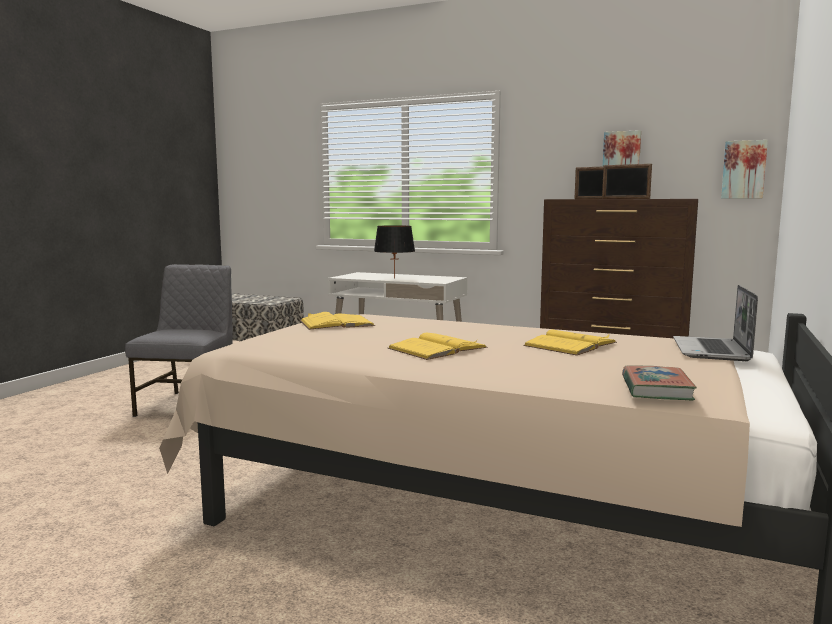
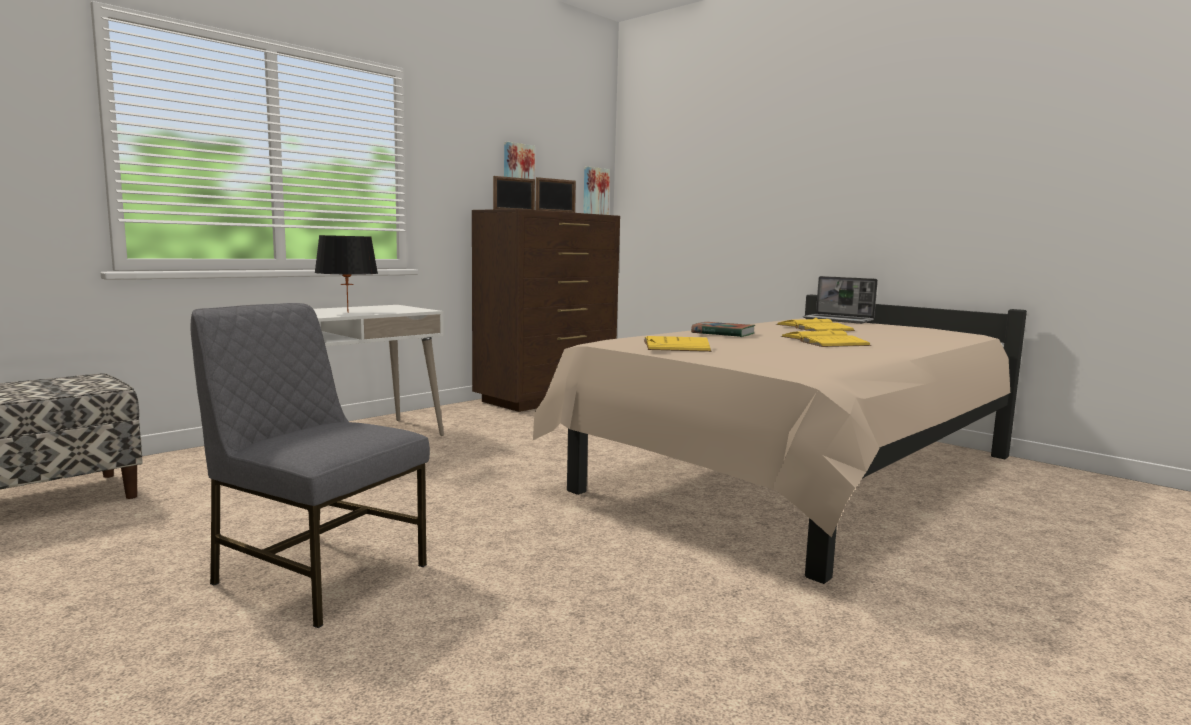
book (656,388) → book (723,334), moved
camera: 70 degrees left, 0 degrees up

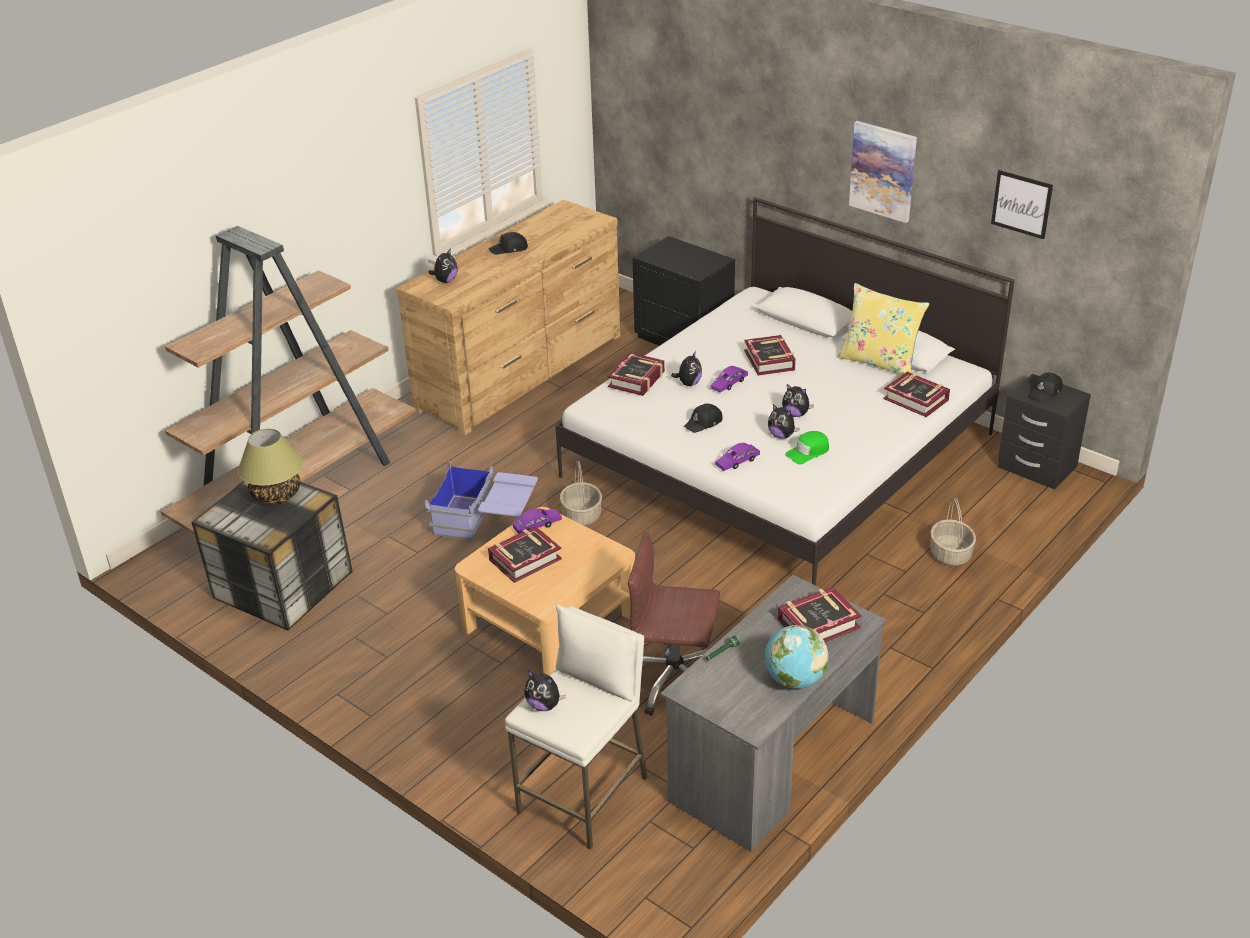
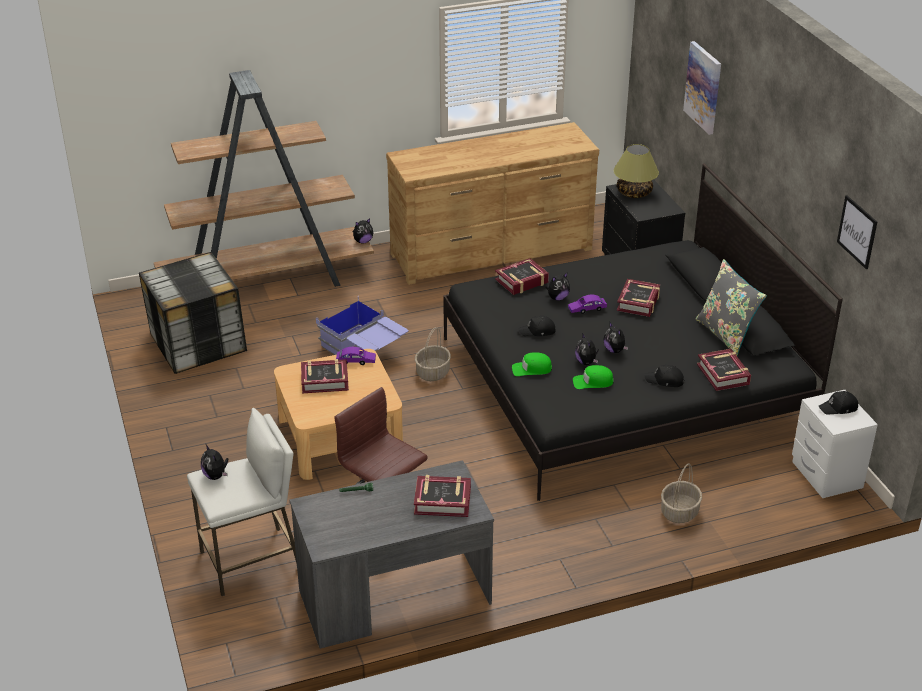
table lamp (276,494) → table lamp (634,193), moved
plush toy (445,281) → plush toy (363,241), moved
black cap (509,249) → black cap (664,380), moved
white bed (779,455) → black bed (622,384)
purple toy car (737,462) → green cap (531,369)
globe (794,680) → -
yellow pillow (879,362) → grey pillow (726,334)
picture (883,171) → picture (703,87), moved
black nightstand (1037,467) → white nightstand (826,475)
camera: 30 degrees right, 0 degrees up

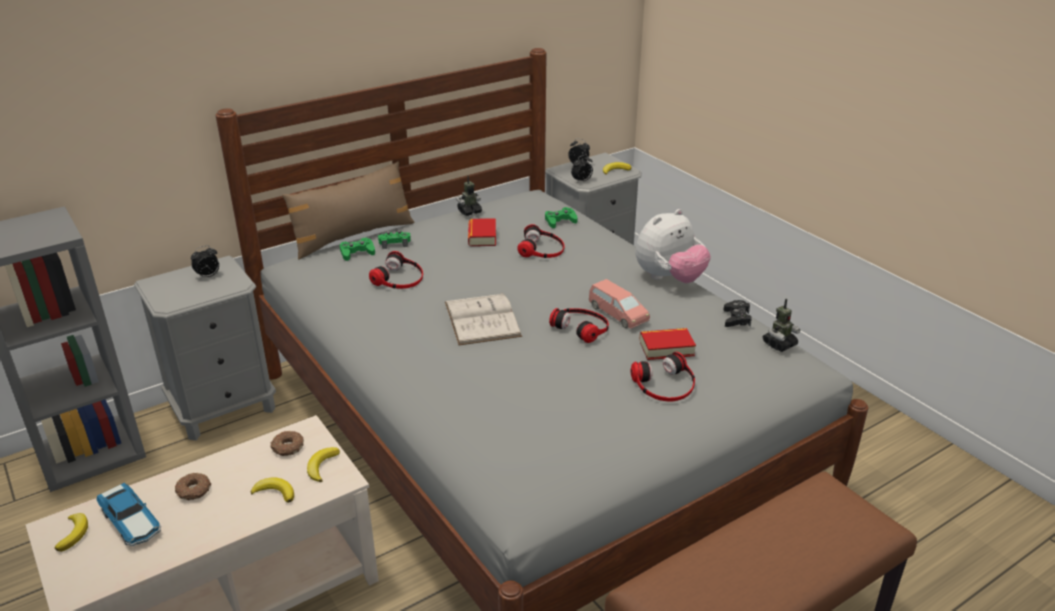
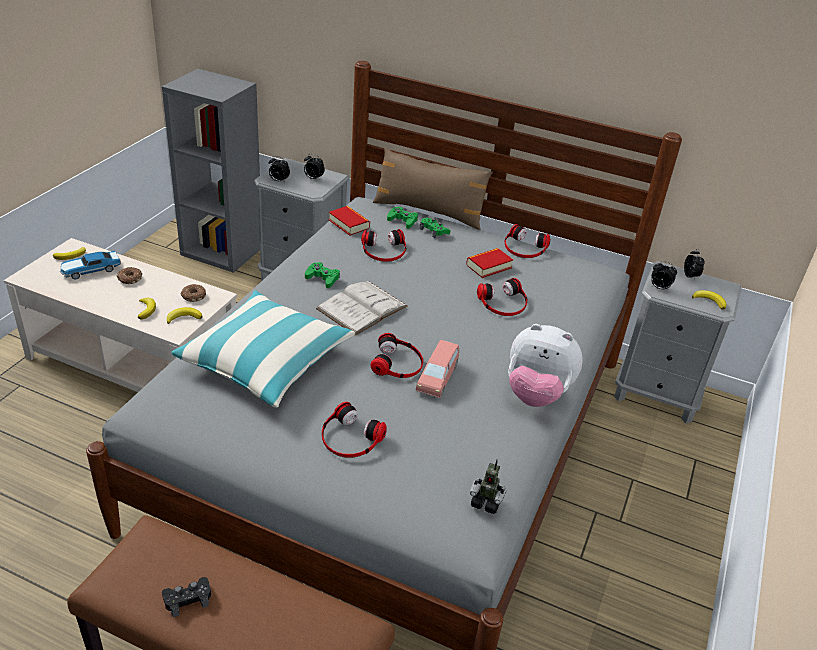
toy car (131,522) → toy car (90,270), 45 degrees clockwise
toy robot (469,212) → headphones (524,247)
green game controller (560,221) → green game controller (322,278), moved
book (666,348) → book (349,224), moved
black game controller (736,319) → black game controller (188,599), moved
- → pillow (265,361)
- → alarm clock (278,181)
camera: 55 degrees right, 5 degrees up

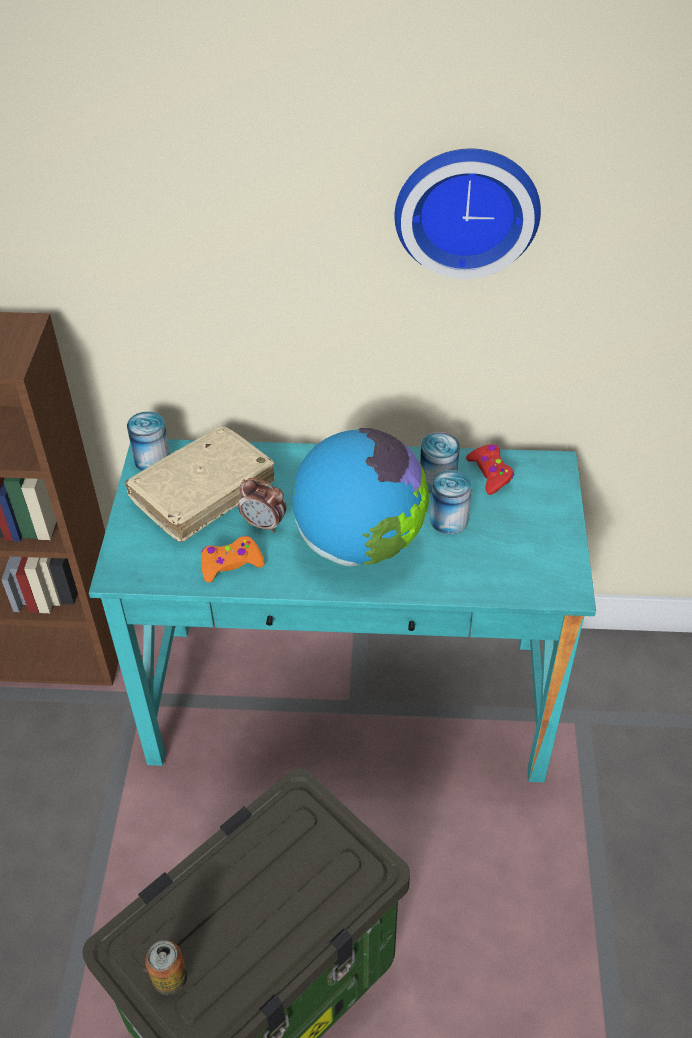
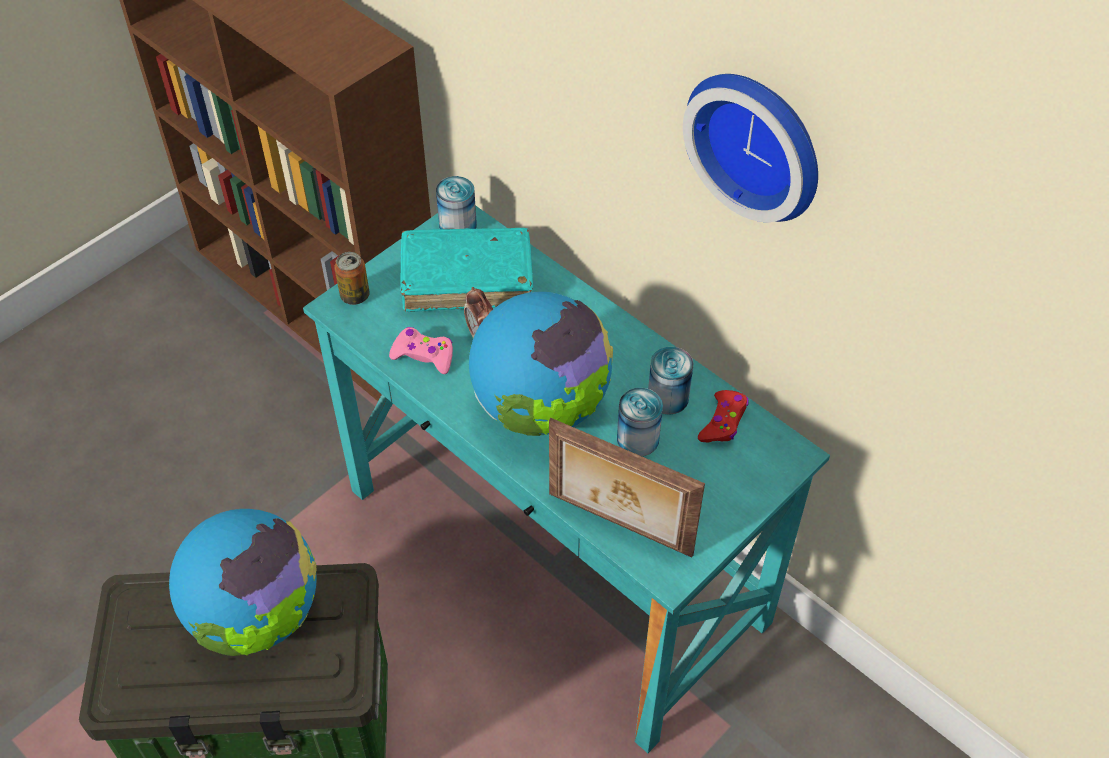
beige book (203,491) → turquoise book (467,278)
can (170,978) → can (355,296), moved
orange game controller (230,564) → pink game controller (424,355)
- → globe (257,616)
- → picture frame (618,526)
camera: 40 degrees right, 5 degrees up

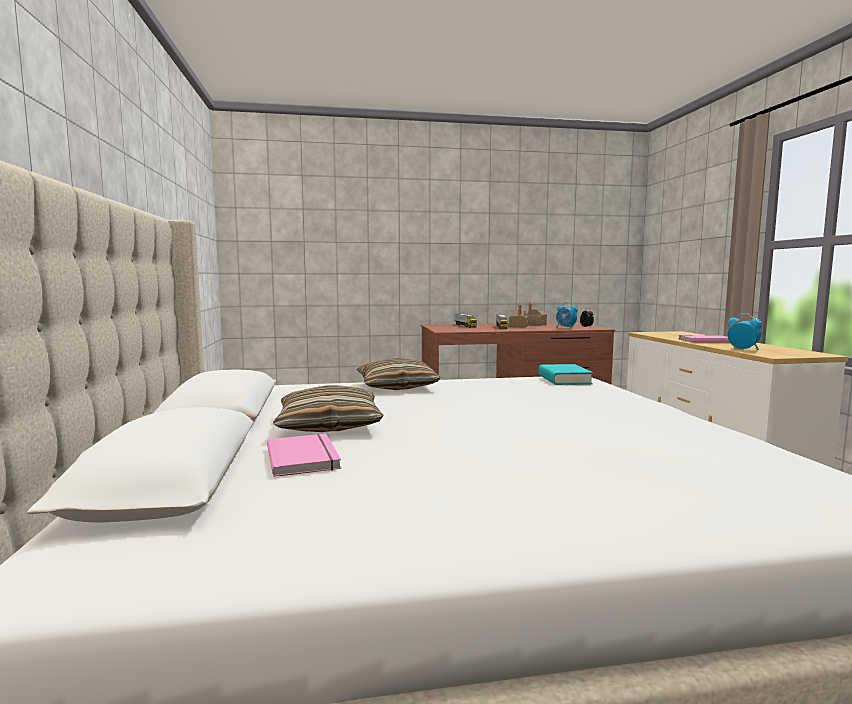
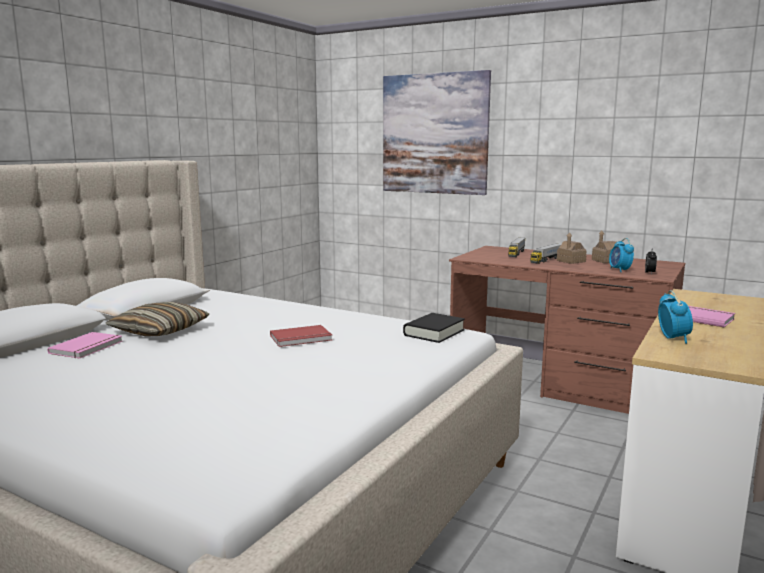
pillow (397,386) → -
turquoise book (564,379) → black book (434,332)
- → red book (301,338)
- → picture (434,134)
camera: 40 degrees right, 5 degrees up

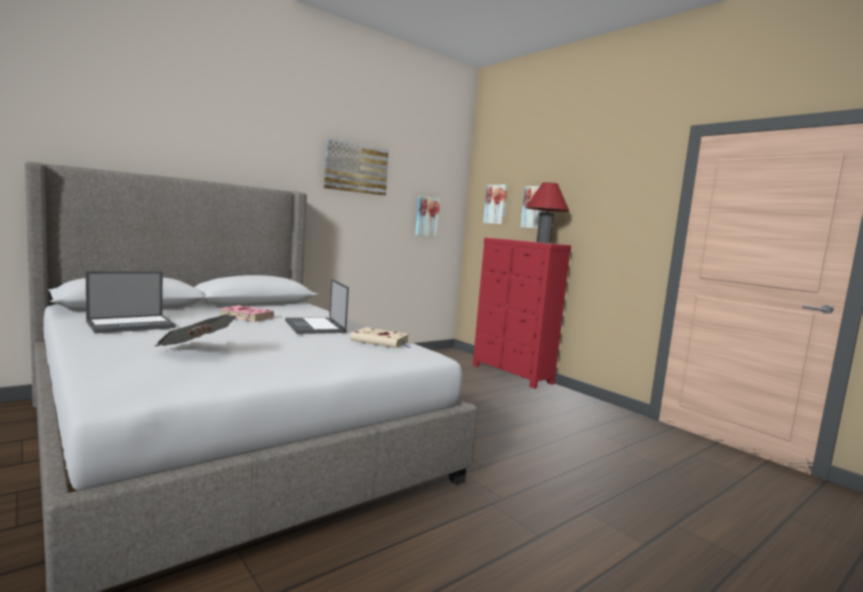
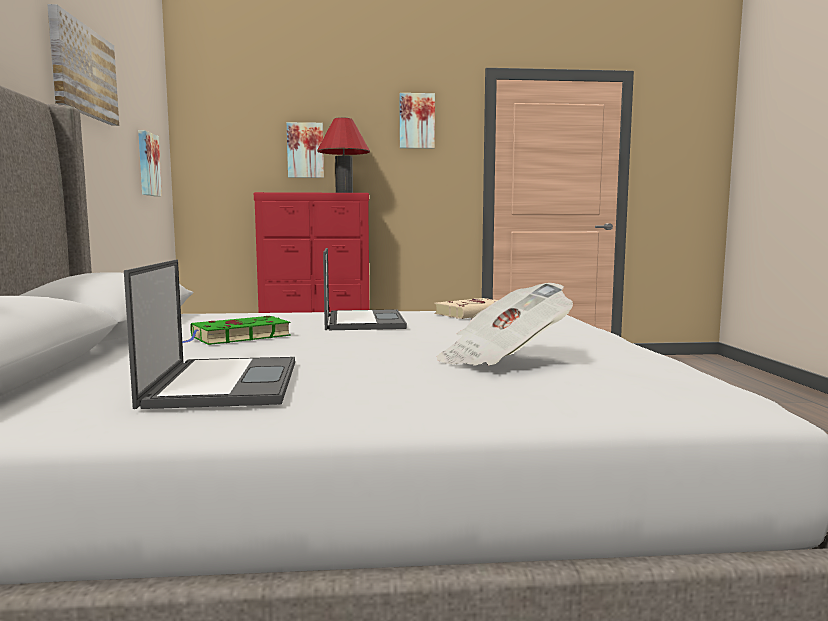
pink book (245,316) → green book (238,337)
laptop (315,326) → laptop (363,321), 105 degrees counterclockwise
picture (496,204) → picture (416,121), moved
camera: 55 degrees left, 0 degrees up

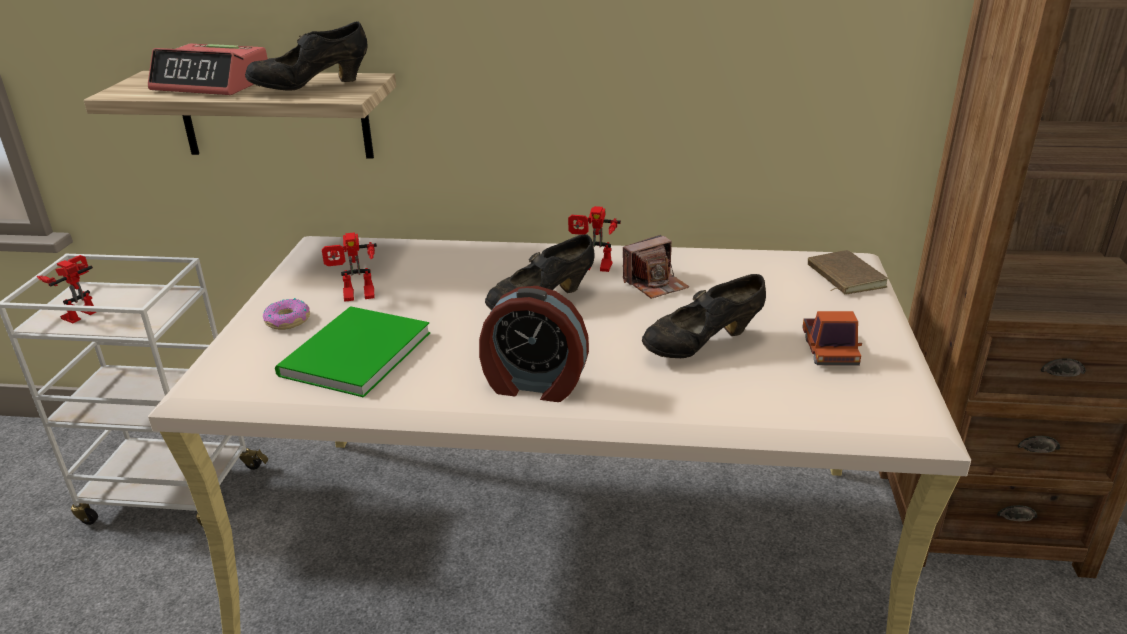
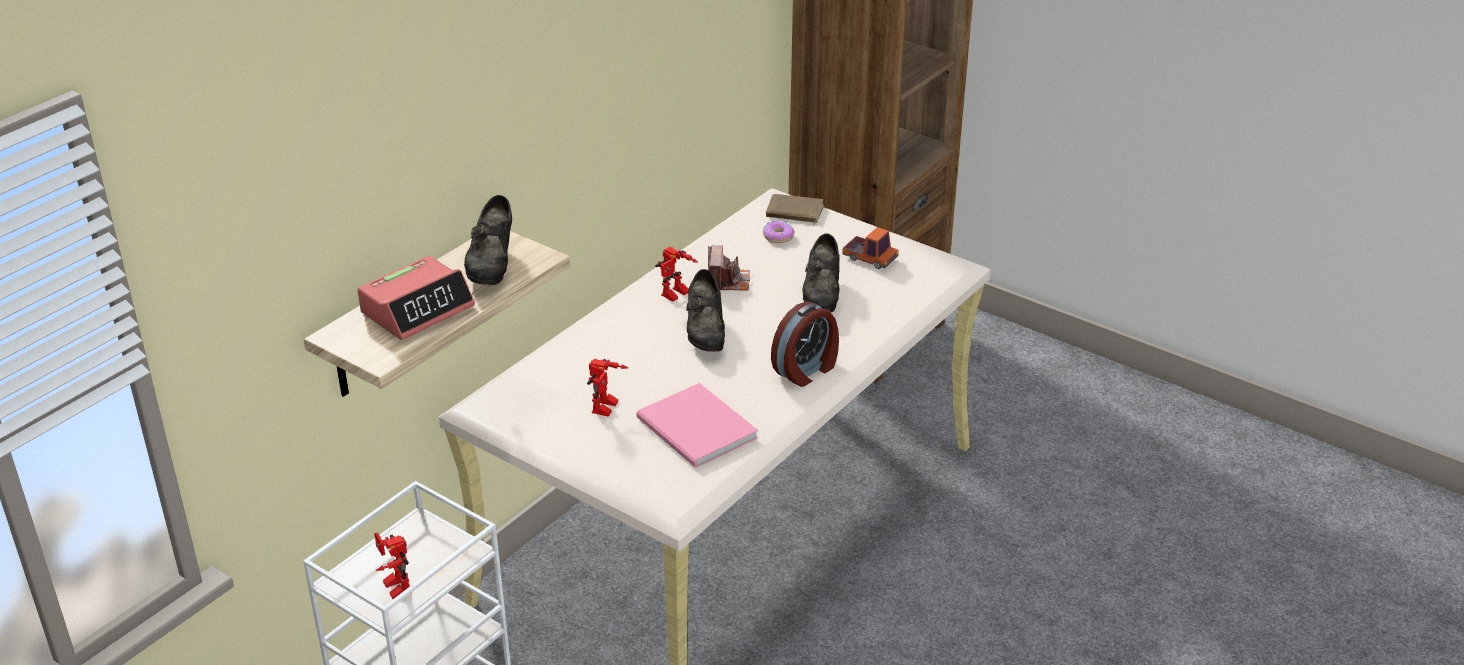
donut (287,321) → donut (778,236), moved
green book (351,355) → pink book (696,431)
camera: 60 degrees left, 5 degrees up

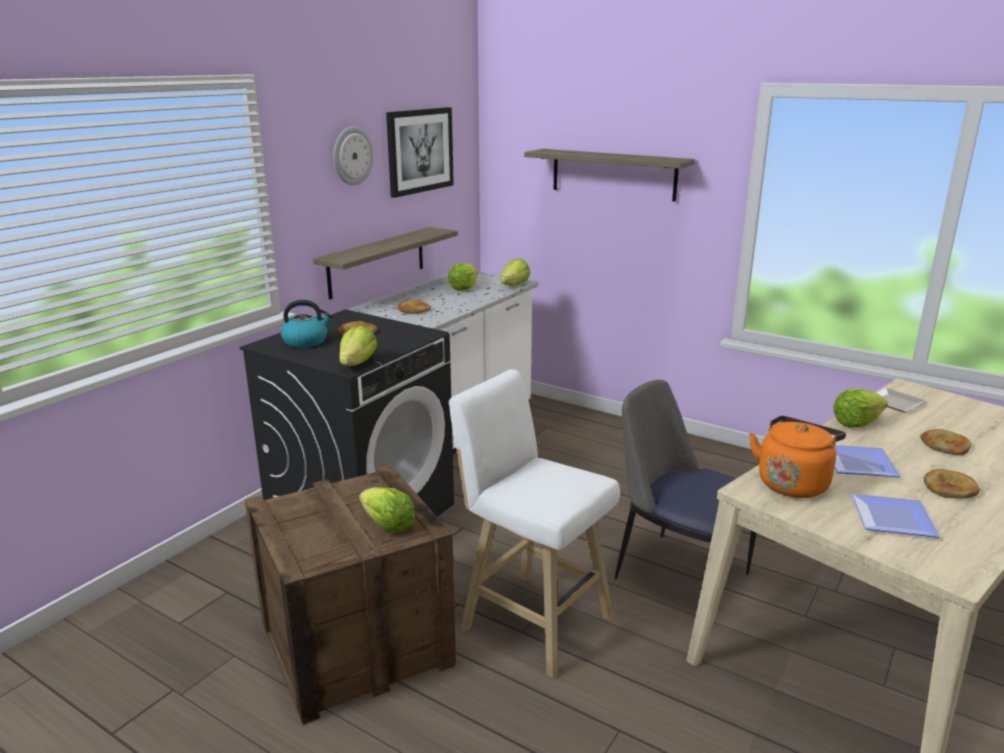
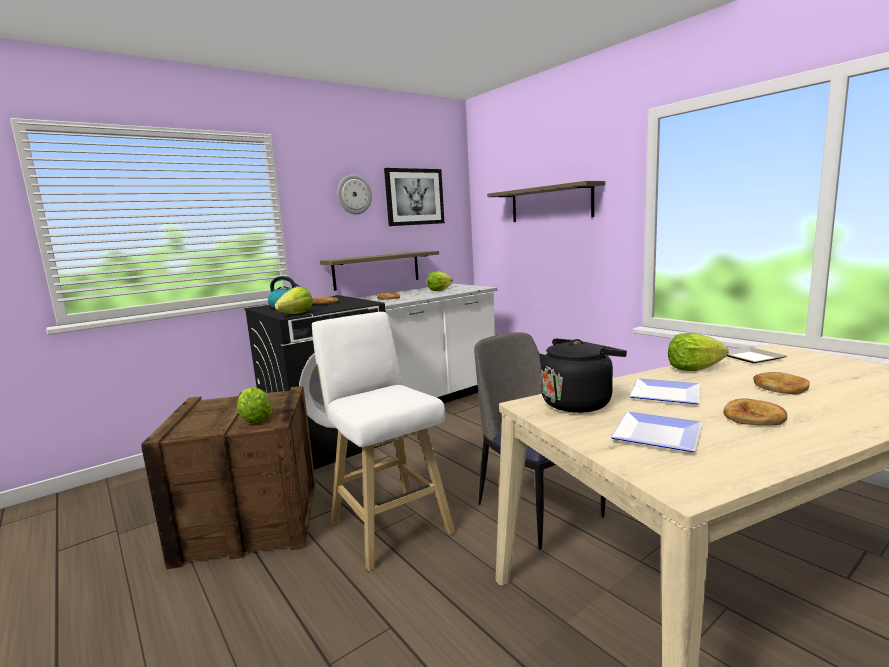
lettuce (514,285) → -
orange kettle (793,483) → black kettle (579,403)
camera: 20 degrees right, 10 degrees down

